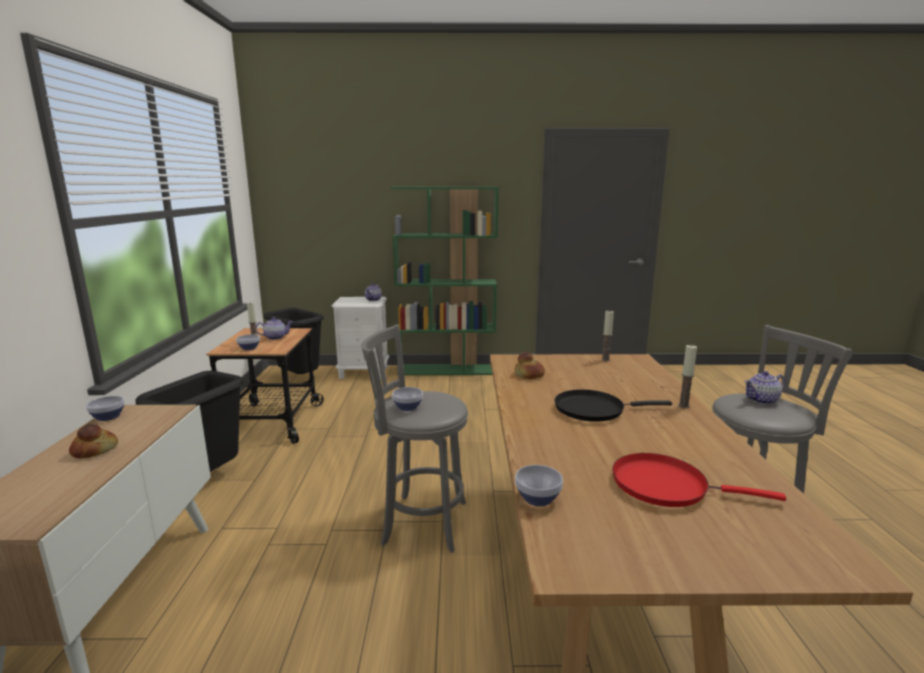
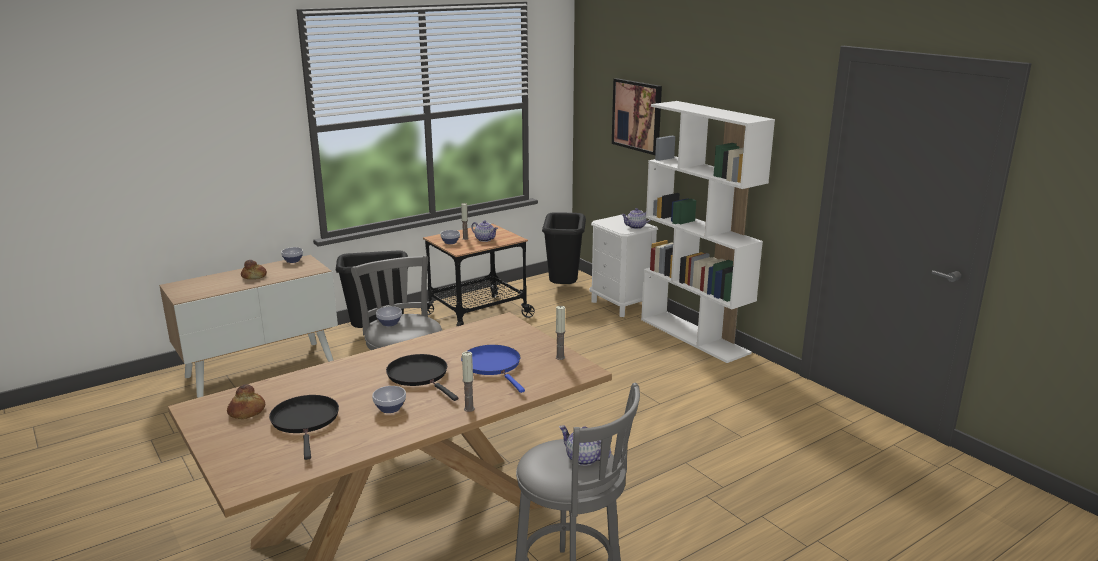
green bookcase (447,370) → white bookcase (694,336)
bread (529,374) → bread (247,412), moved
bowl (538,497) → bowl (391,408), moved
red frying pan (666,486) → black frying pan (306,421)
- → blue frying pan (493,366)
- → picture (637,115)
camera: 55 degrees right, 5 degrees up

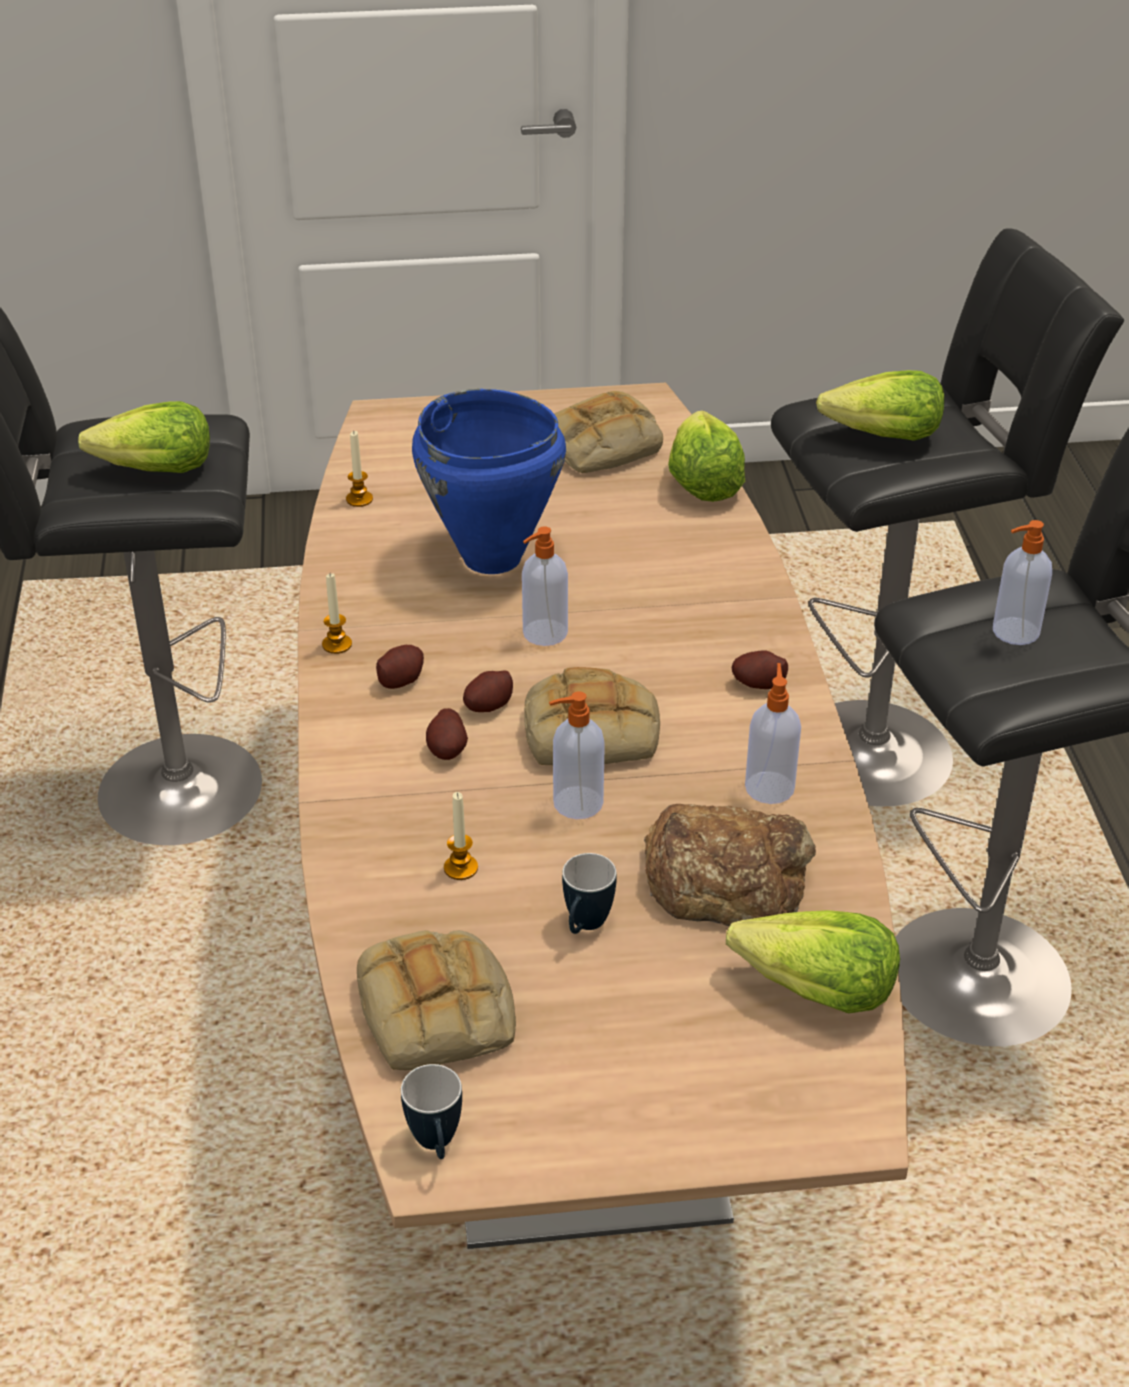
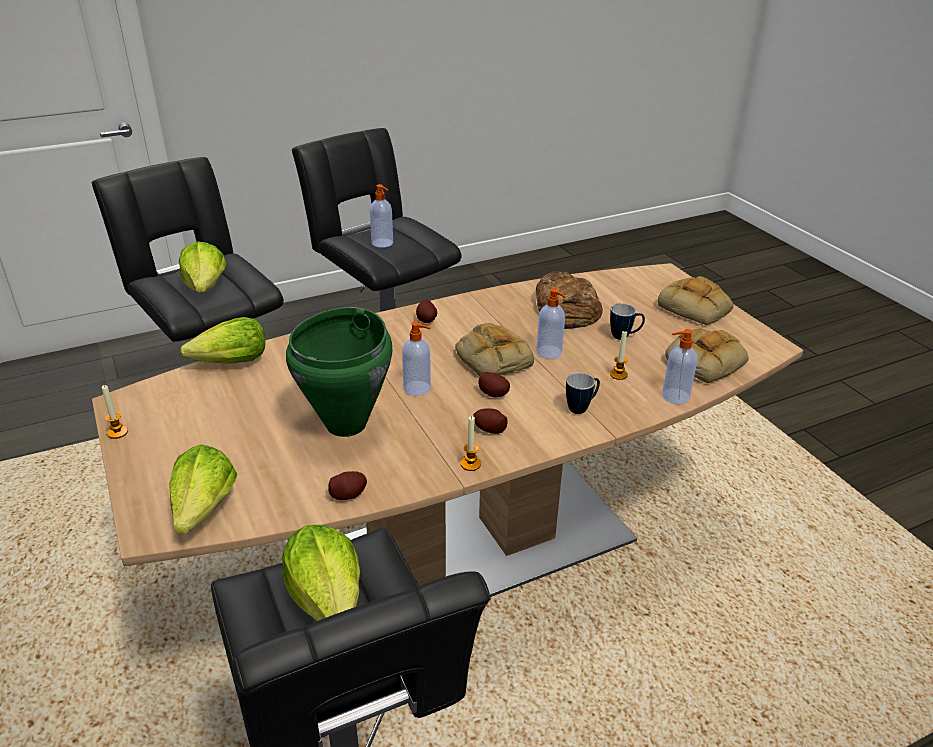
candle (359,499) → candle (117,432), moved
mug (436,1146) → mug (581,408), moved
blue cooking pot (492,558) → green cooking pot (347,424)
potato (447,750) → potato (348,494), moved
bread (602,446) → bread (696,308), moved
lettuce (815,991) → lettuce (204,509), moved
soap dispenser (769,786) → soap dispenser (674,396), moved
camera: 110 degrees left, 5 degrees down

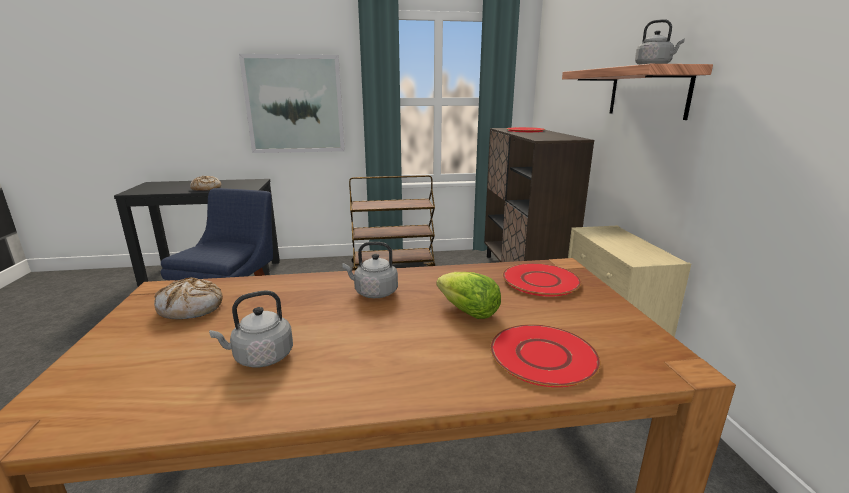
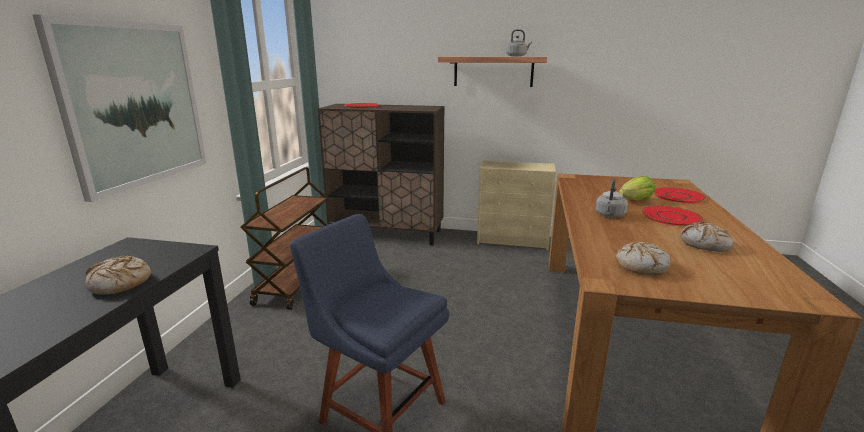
grey kettle (260,357) → bread (705,244)
red plate (541,280) → red plate (670,216), moved
camera: 70 degrees left, 0 degrees up

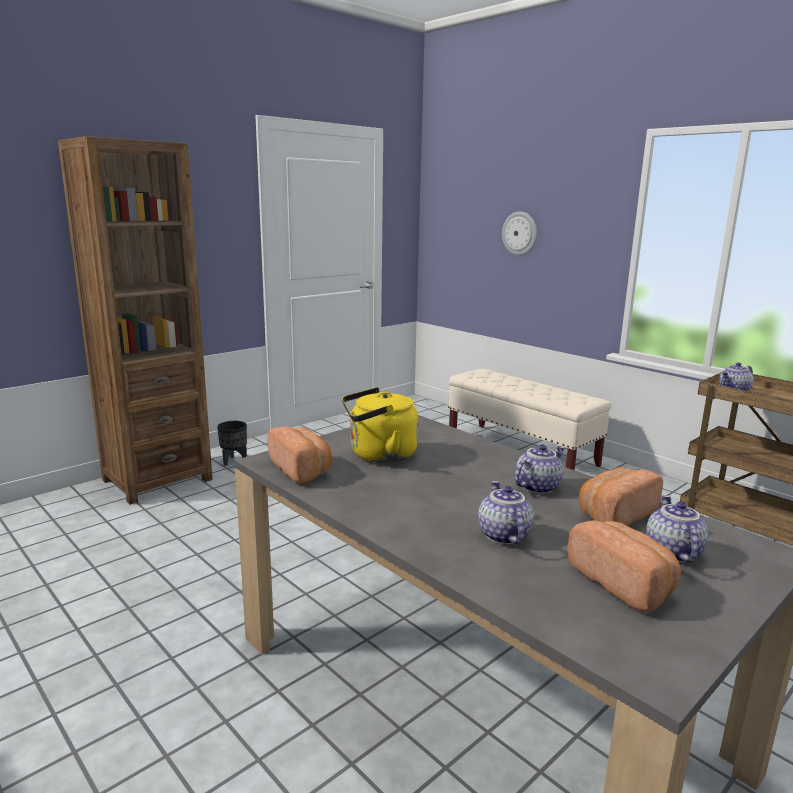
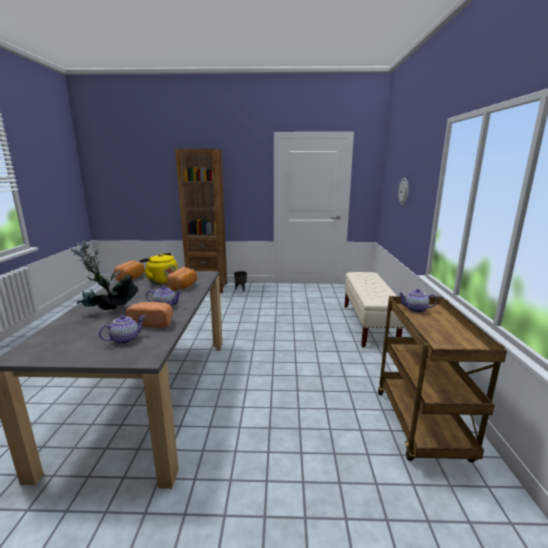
teapot (502,535) → potted plant (108,312)
bread (623,583) → bread (184,286), moved
camera: 45 degrees right, 0 degrees up

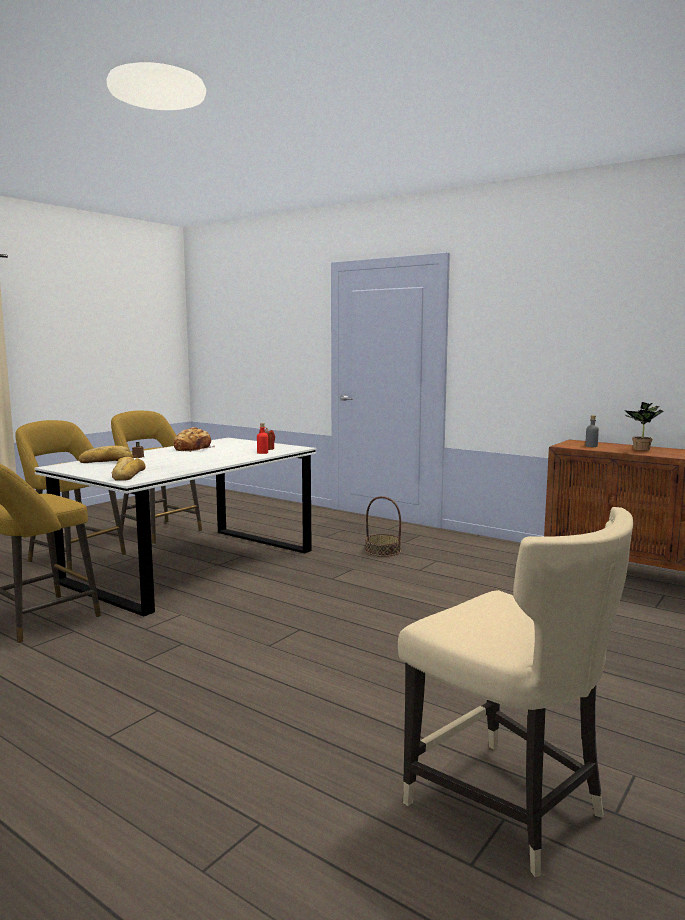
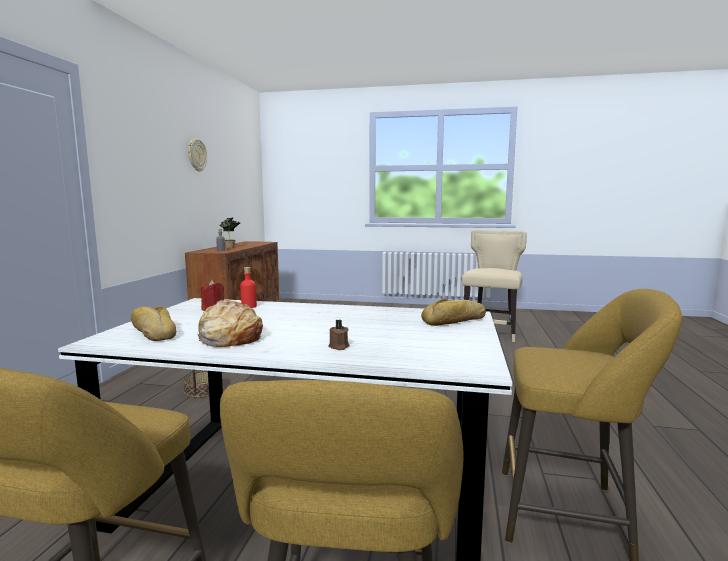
bread (107,461) → bread (153,332), moved
- → wall clock (196,155)
camera: 115 degrees left, 0 degrees up

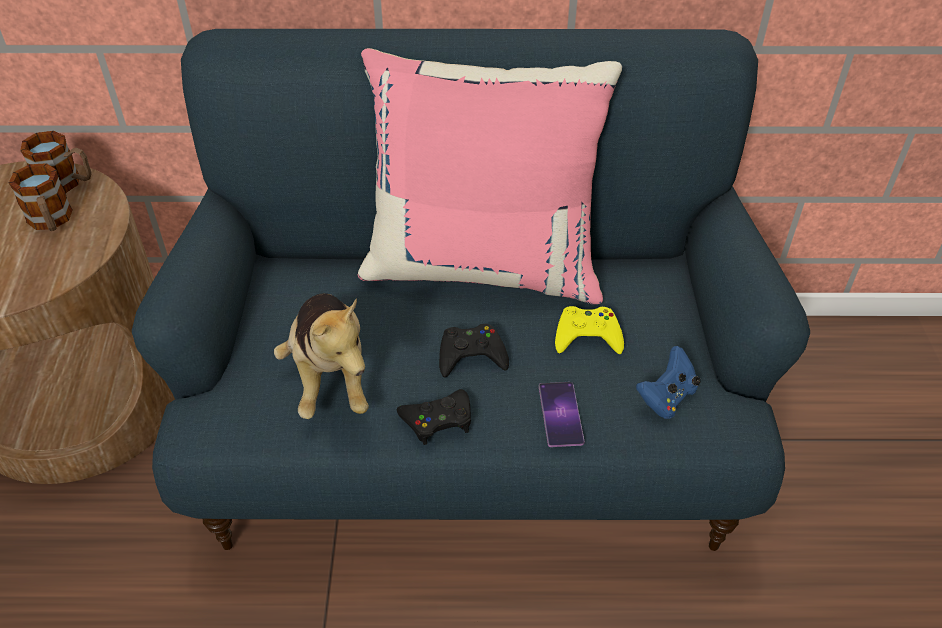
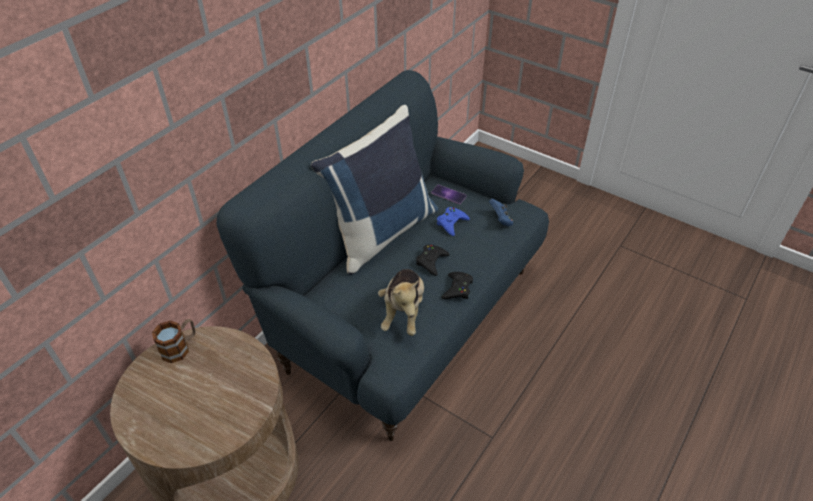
mug (51,222) → -
plush toy (330,377) → plush toy (403,312), 75 degrees clockwise
pink pillow (483,266) → blue pillow (381,232)
phone (560,414) → phone (448,194), moved
yellow game controller (587,336) → blue game controller (451,223)
camera: 55 degrees left, 0 degrees up

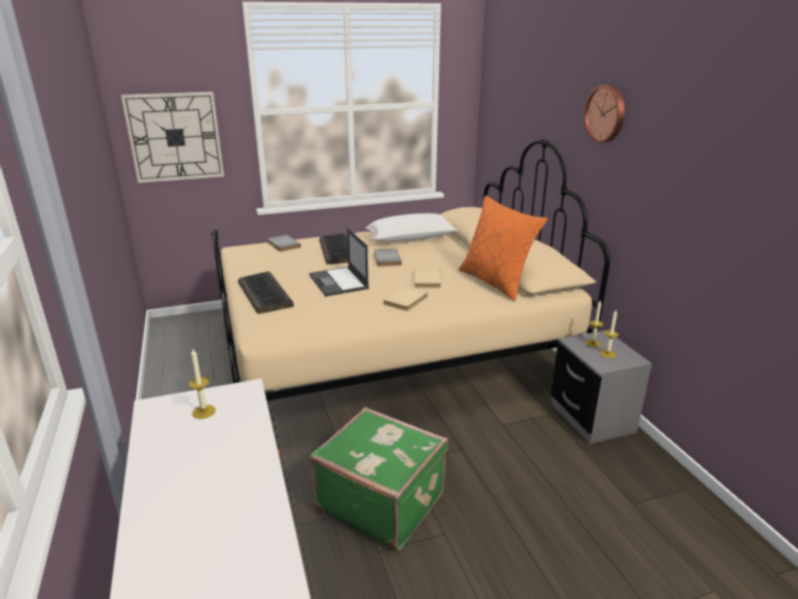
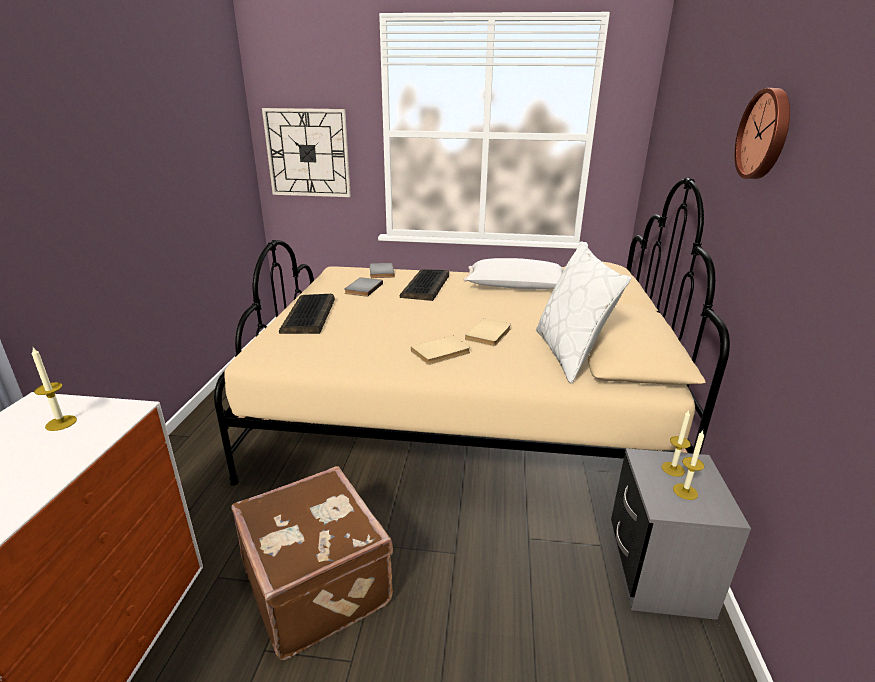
laptop (339,282) → -
green suitcase (381,500) → brown suitcase (319,583)
grey book (386,259) → grey book (362,288), moved
orange pillow (496,282) → white pillow (570,354)
camera: 25 degrees right, 0 degrees up

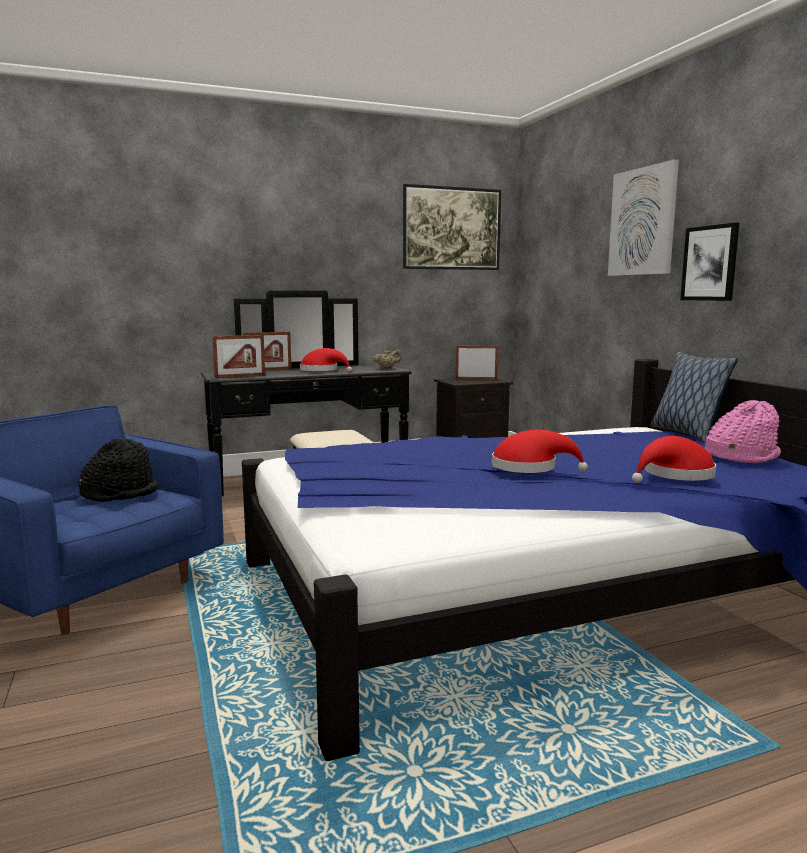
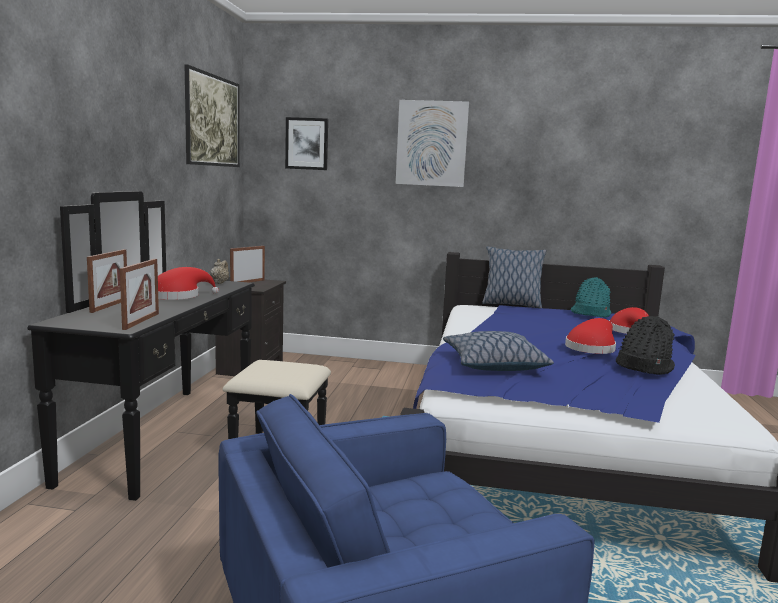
black hat (121,493) → black hat (643,367), moved
picture (710,263) → picture (307,144), moved
pink hat (740,456) → turquoise hat (590,314)
- → pillow (493,364)
camera: 60 degrees left, 0 degrees up

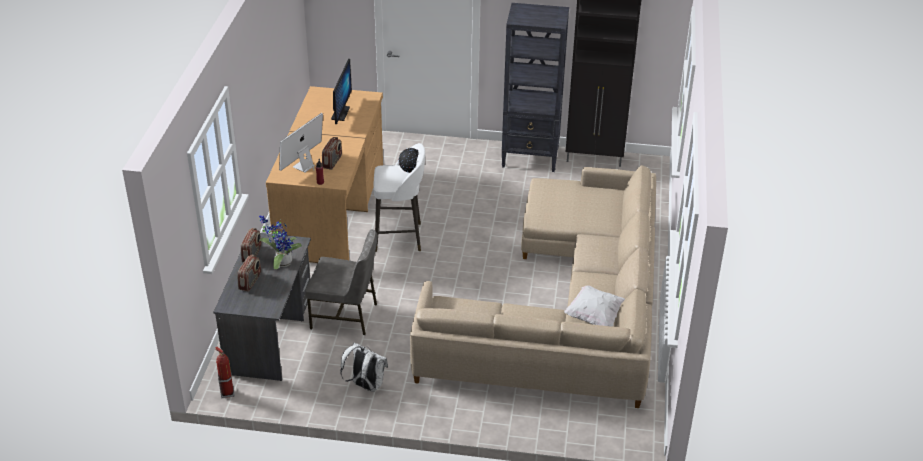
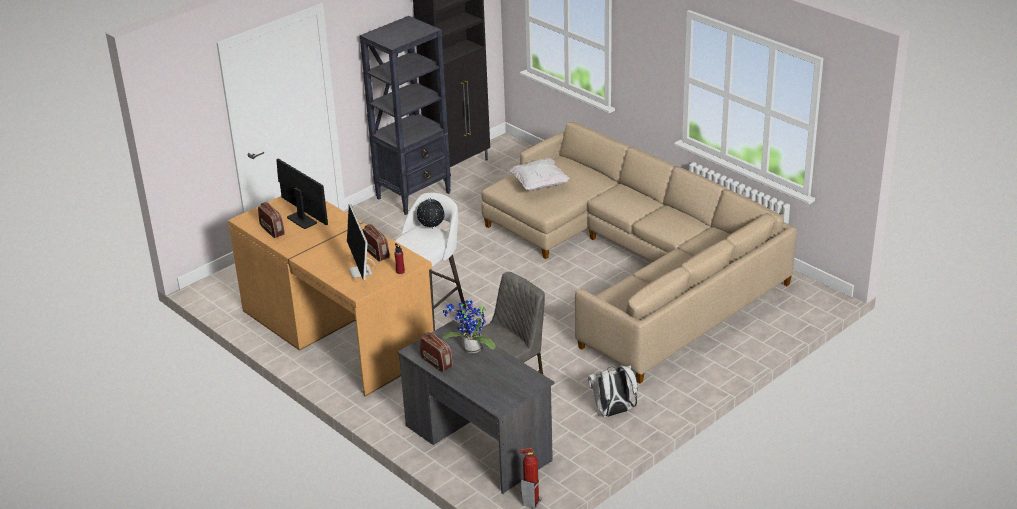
radio (250,282) → radio (272,230), moved
white pillow (595,316) → white pillow (539,185), moved
camera: 50 degrees left, 5 degrees down

